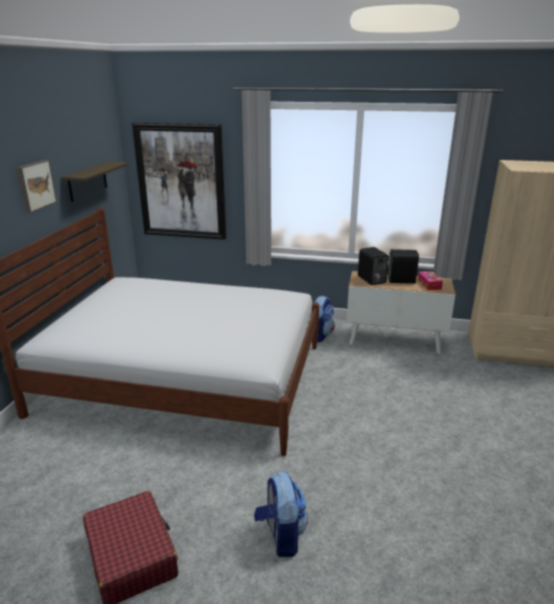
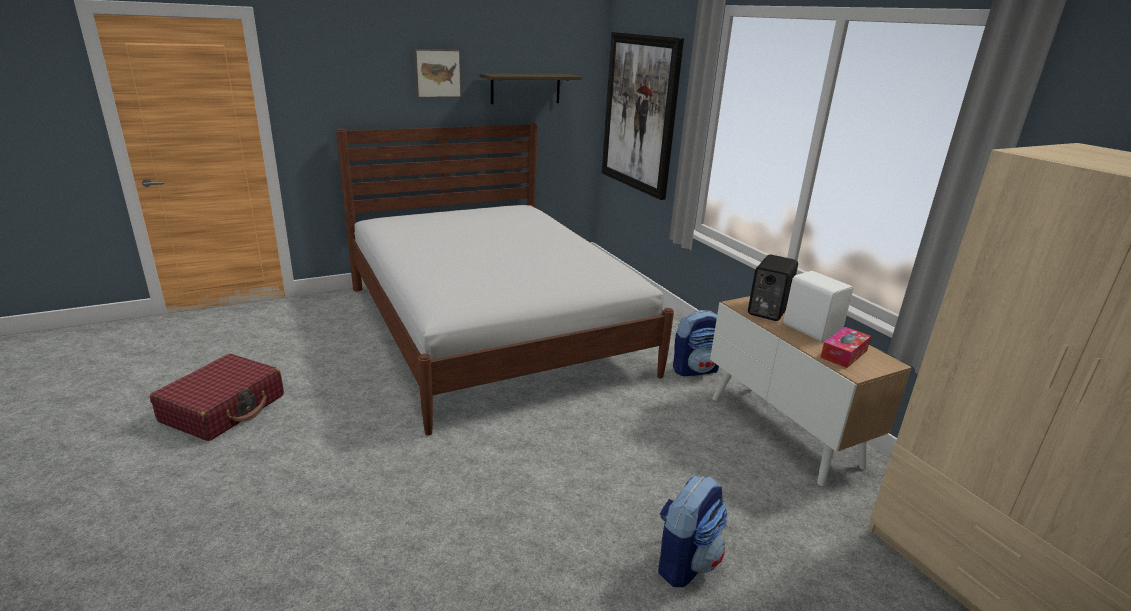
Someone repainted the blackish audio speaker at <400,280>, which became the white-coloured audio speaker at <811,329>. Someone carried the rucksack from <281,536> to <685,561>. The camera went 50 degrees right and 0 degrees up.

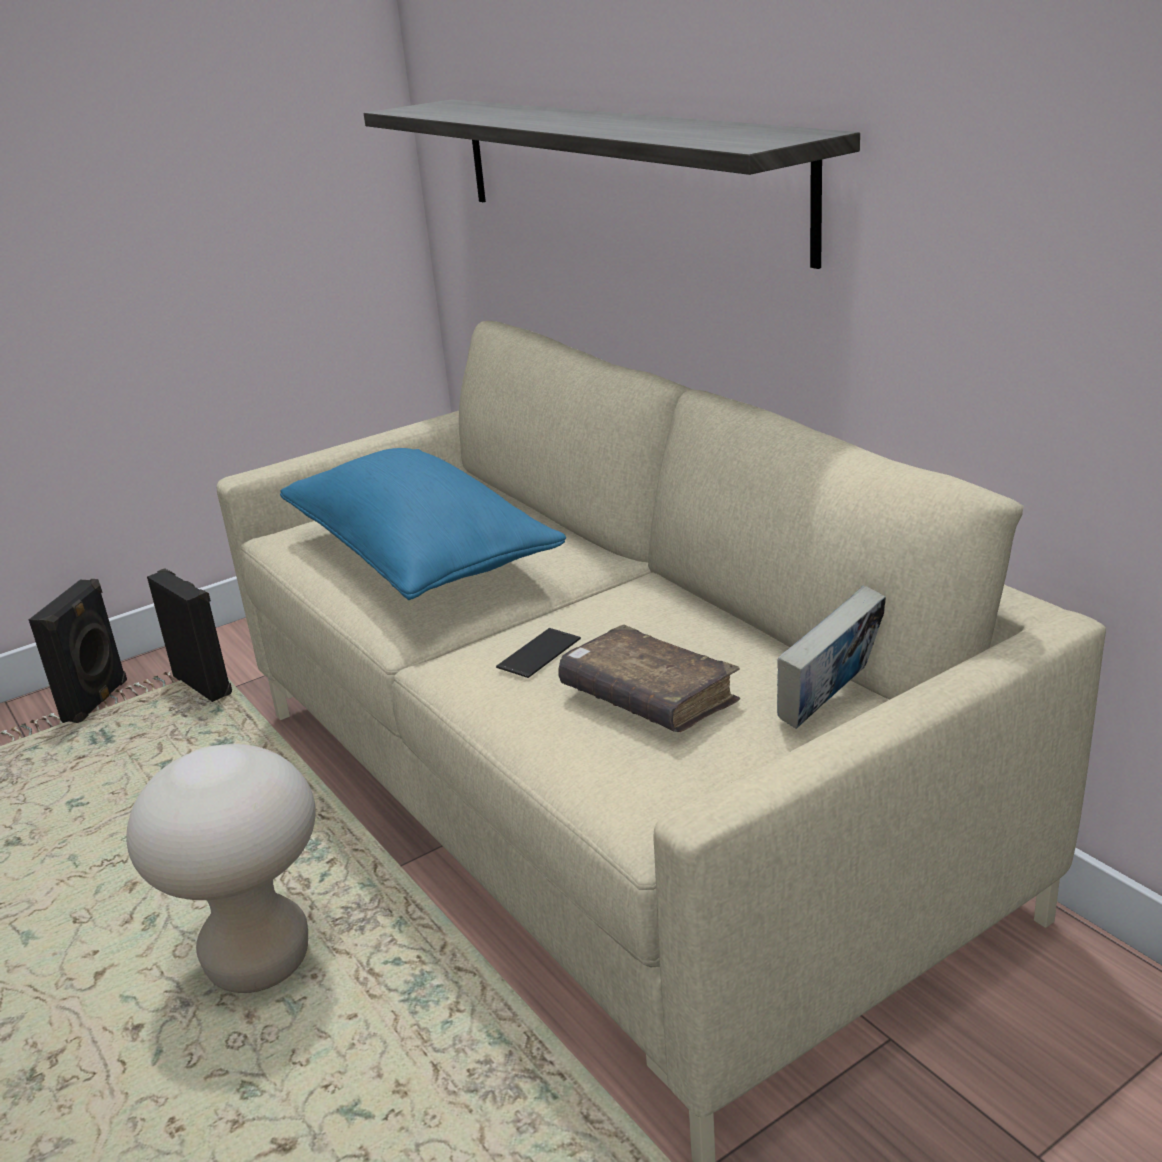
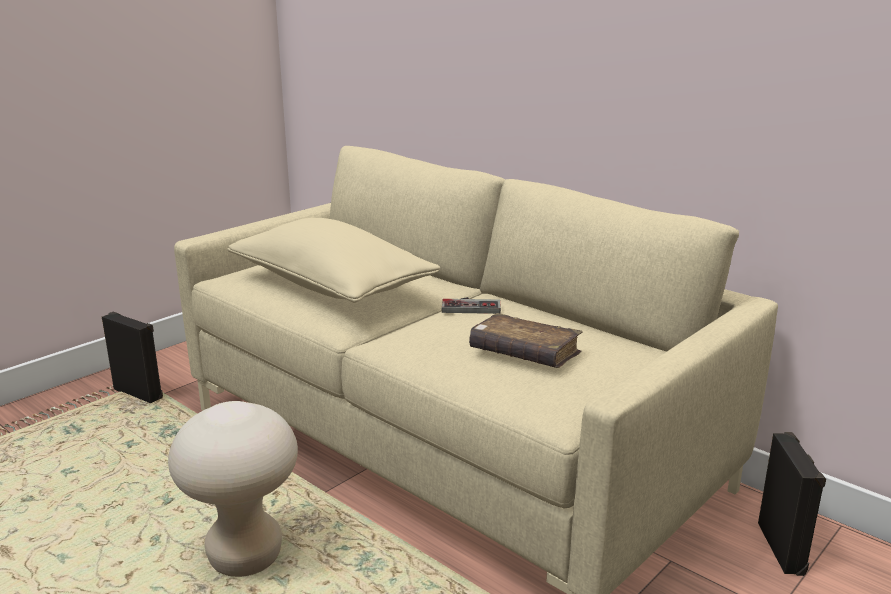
Someone took away the wall shelf at <619,171>. Someone repainted the bluish throw pillow at <420,557>, which became the beige throw pillow at <331,287>. Someone carried the blackish audio speaker from <97,701> to <783,548>. Someone took away the bound book at <830,704>. Someone took away the telephone at <539,653>. Someone put down the game controller at <471,306>. The camera went 15 degrees left and 5 degrees down.

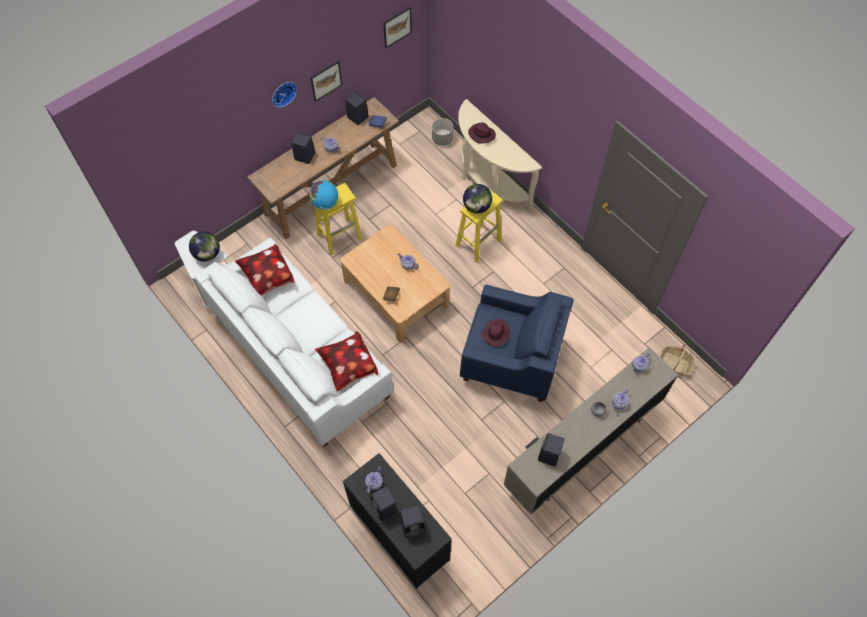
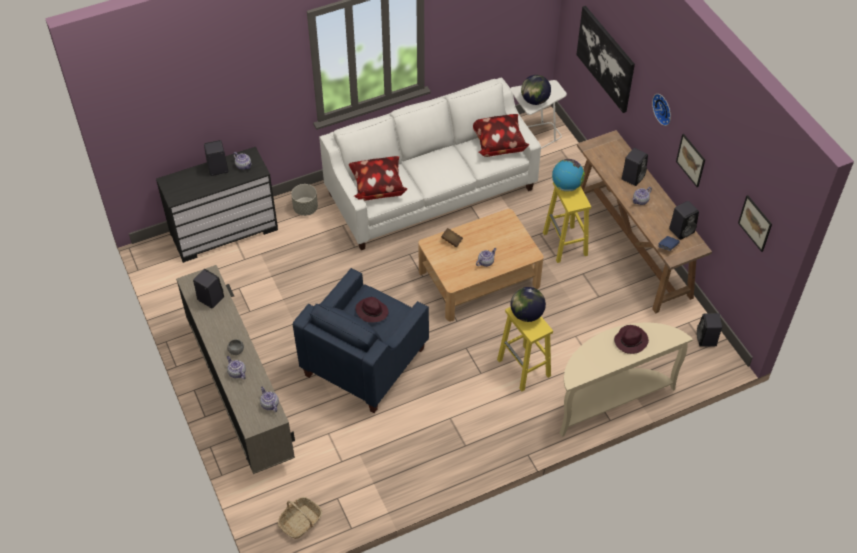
Someone carried the greyish plant pot from <442,139> to <305,208>. Someone carried the blackish audio speaker from <413,525> to <706,339>. Someone put up the wall picture at <606,58>. The camera went 105 degrees right and 10 degrees down.

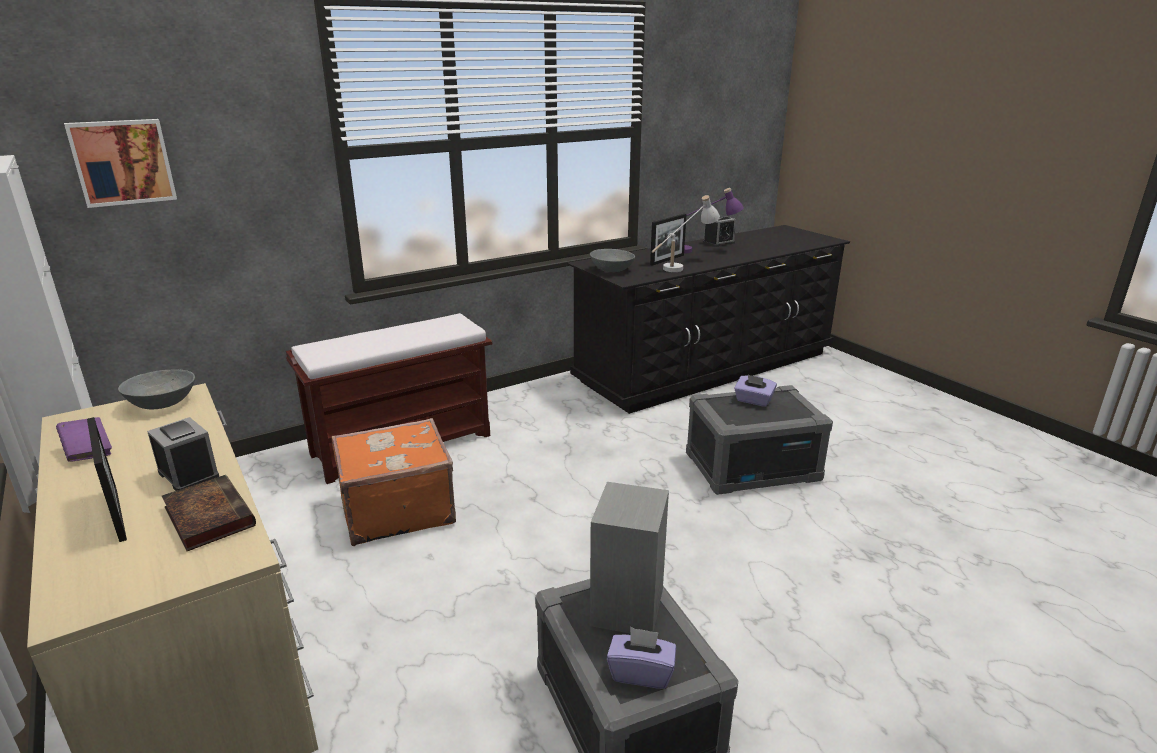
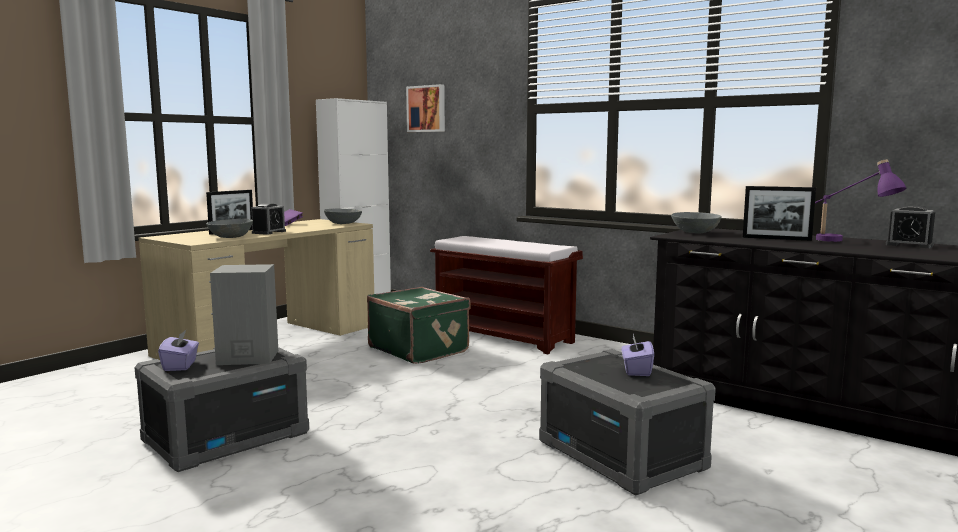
Someone took away the white-coloured table lamp at <683,266>. Someone repainted the orange piece of luggage at <396,509>, which became the greenish piece of luggage at <419,349>. Someone swapped the bound book at <207,516> for the greyish deep dish at <230,237>. The camera went 70 degrees right and 15 degrees down.

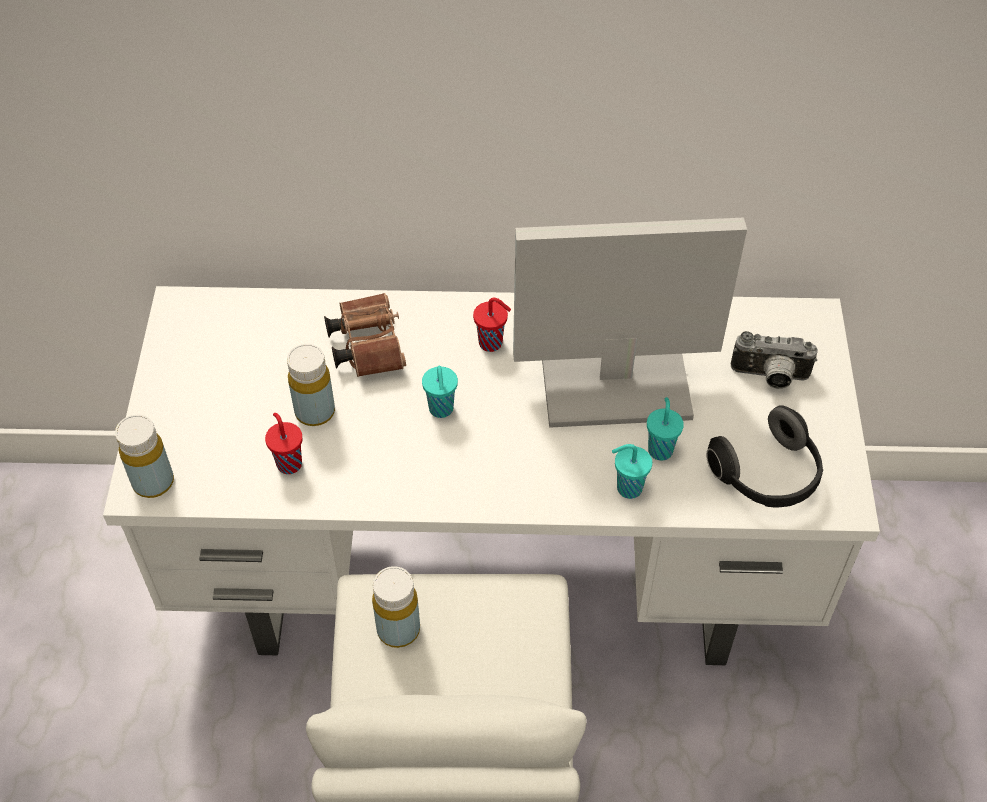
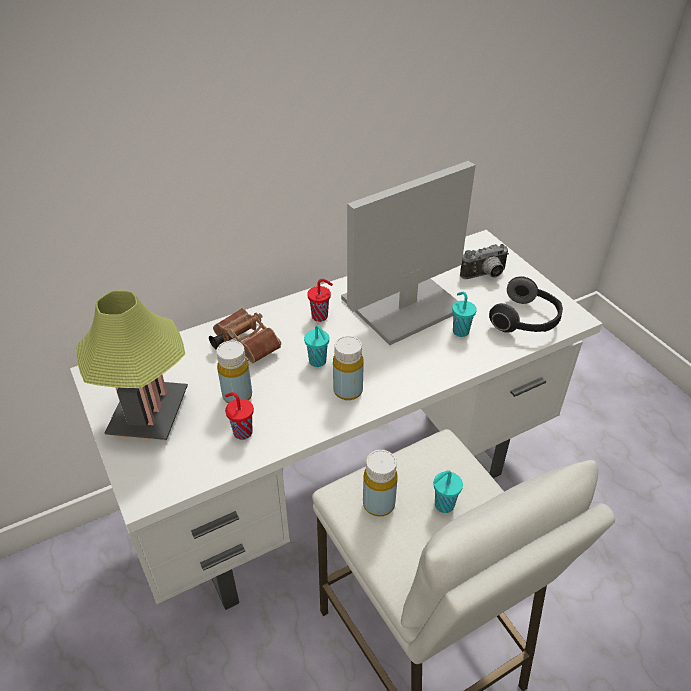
Someone carried the yellow-coloured bottle from <153,482> to <348,391>. Someone carried the turquoise-coloured small cup from <627,488> to <443,505>. Someone put down the table lamp at <149,414>. The camera went 30 degrees left and 10 degrees down.

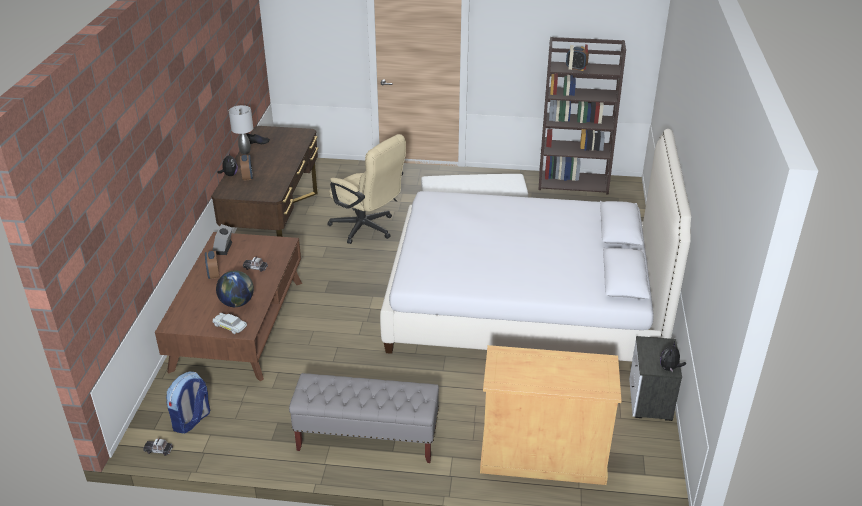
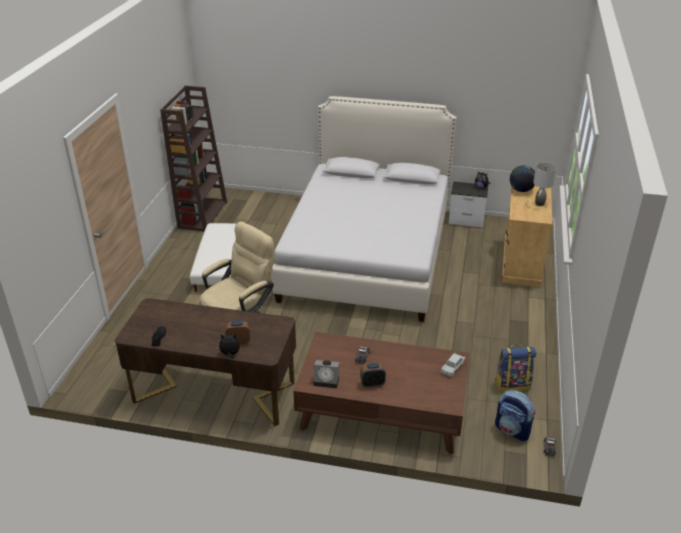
Someone carried the greyish table lamp from <245,151> to <539,203>. Someone carried the world globe from <237,303> to <521,190>. Someone took away the greyish long seat at <367,439>. Someone put down the rucksack at <512,384>. The camera went 85 degrees left and 0 degrees up.

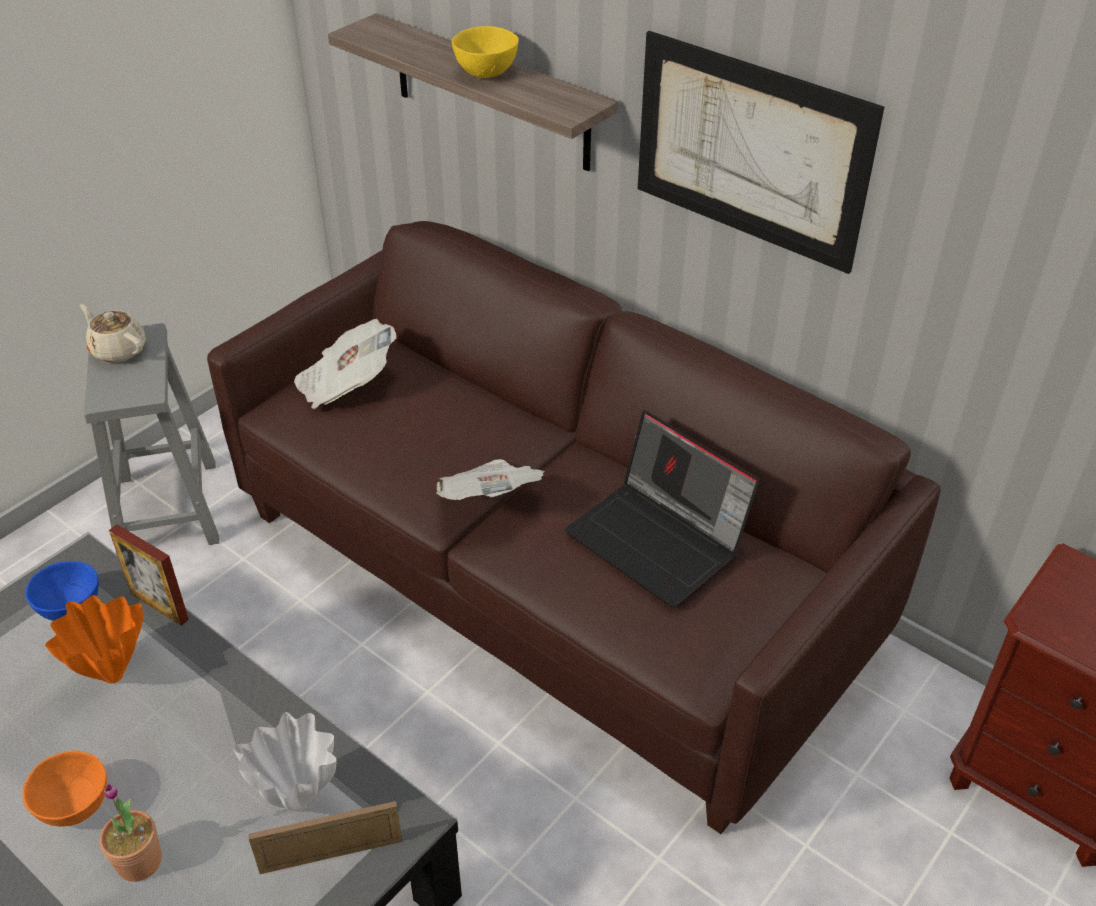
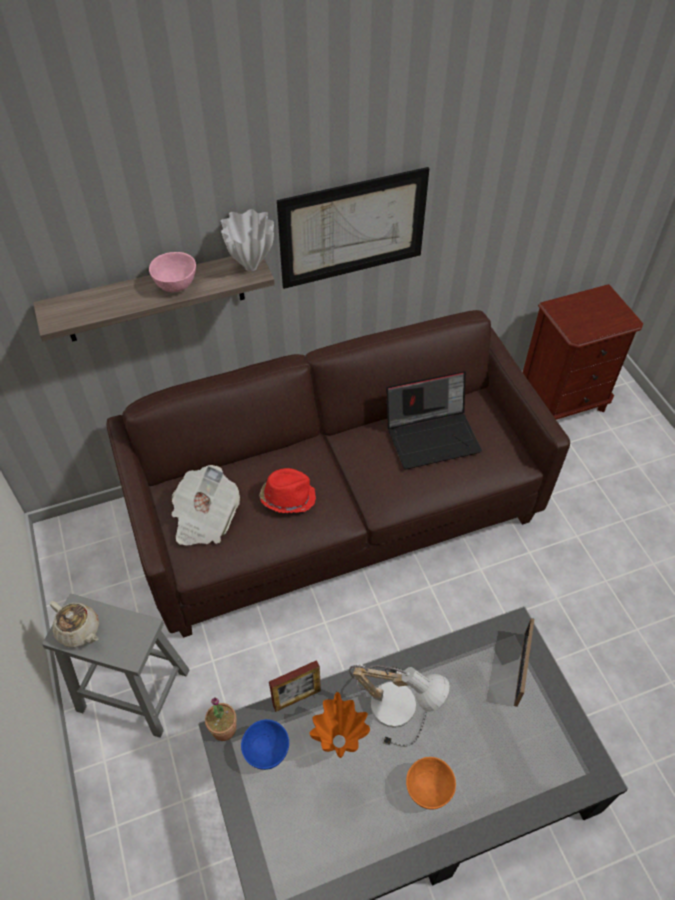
Someone repainted the yellow-coloured deep dish at <487,74>, which became the pink deep dish at <177,285>. Someone rotated the beige tea pot at <118,349> by 120 degrees counterclockwise. Someone took away the daily paper at <490,500>. Someone carried the white-coloured vase from <299,802> to <251,266>. Someone carried the potted plant from <139,861> to <223,728>. Someone put down the red hat at <287,497>. Someone put down the table lamp at <397,701>. The camera went 60 degrees left and 10 degrees up.

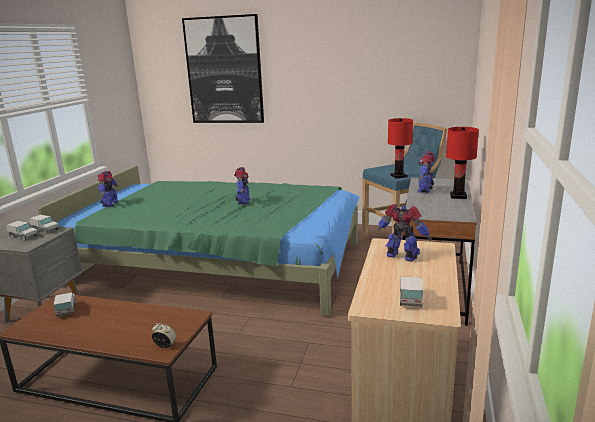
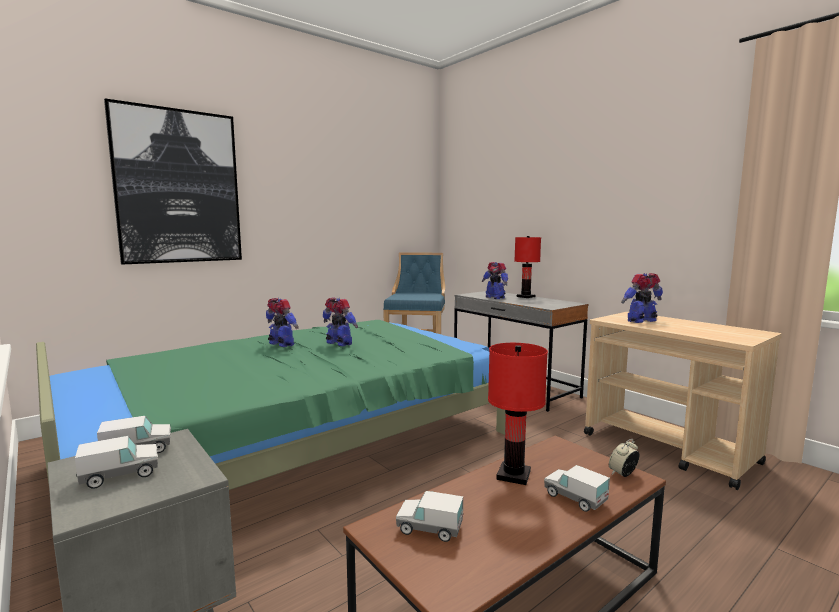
Someone carried the red table lamp from <399,176> to <513,475>. Someone carried the robot figure from <110,204> to <281,345>. Someone carried the toy lorry from <410,299> to <575,498>. The camera went 55 degrees left and 10 degrees down.

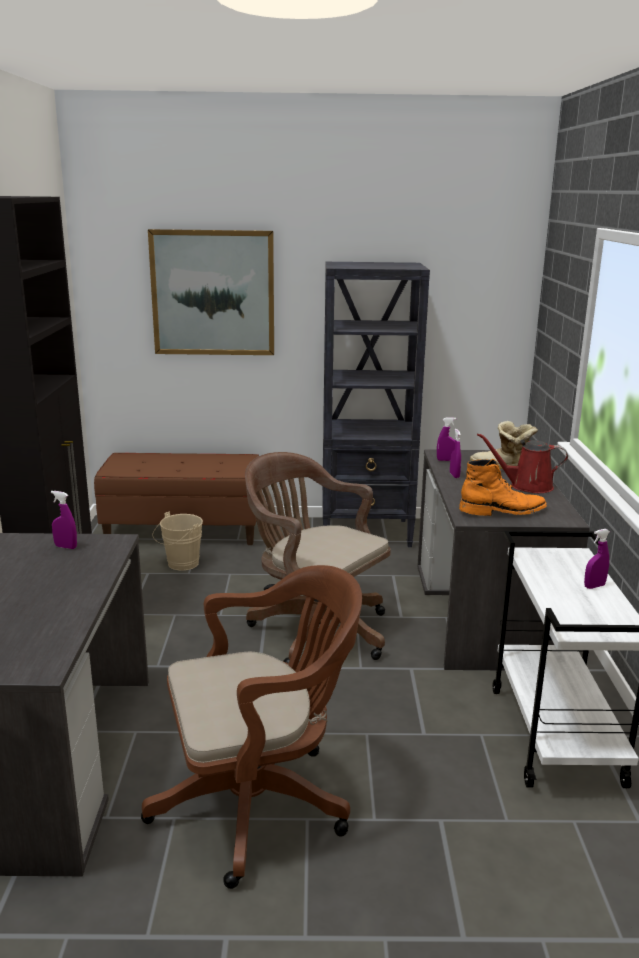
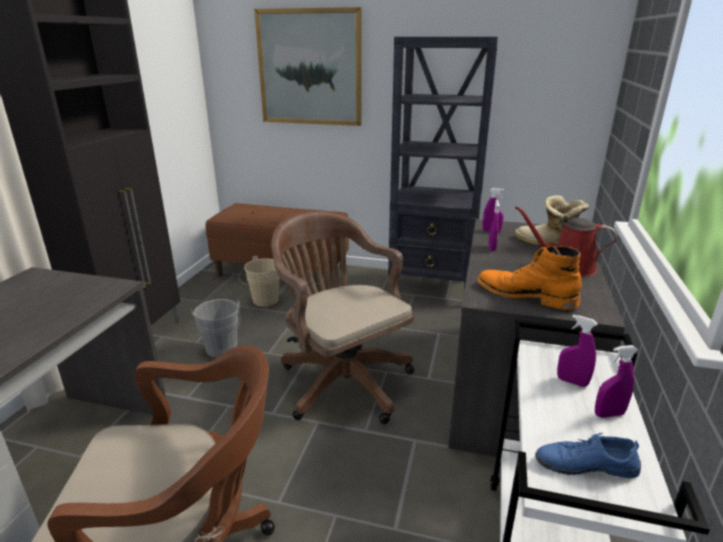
Someone rotated the orange high-top boot at <503,511> by 150 degrees counterclockwise. Someone carried the purple-coloured spray bottle from <66,547> to <572,382>. Someone put down the greyish pail at <222,350>. Someone put down the bluish low shoe at <585,465>. The camera went 15 degrees right and 5 degrees up.

